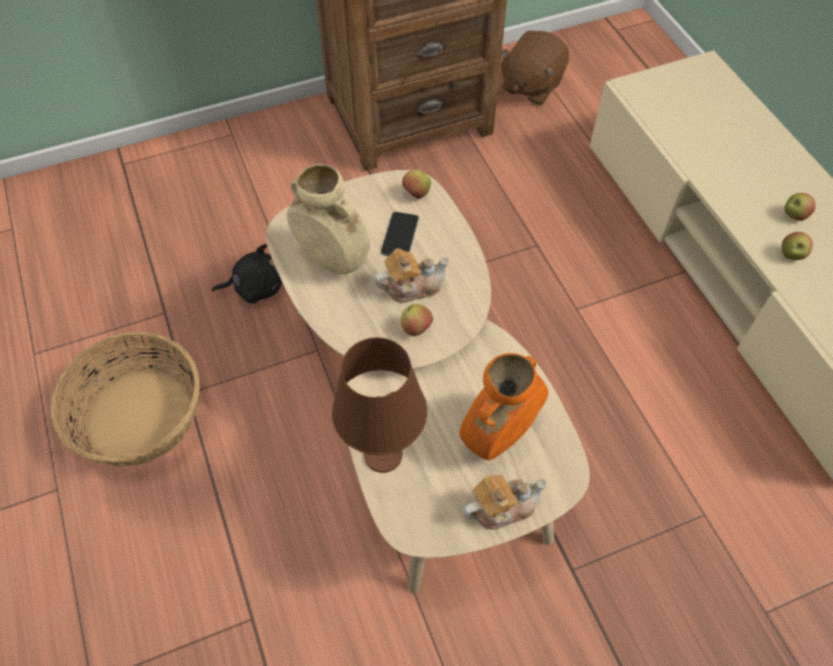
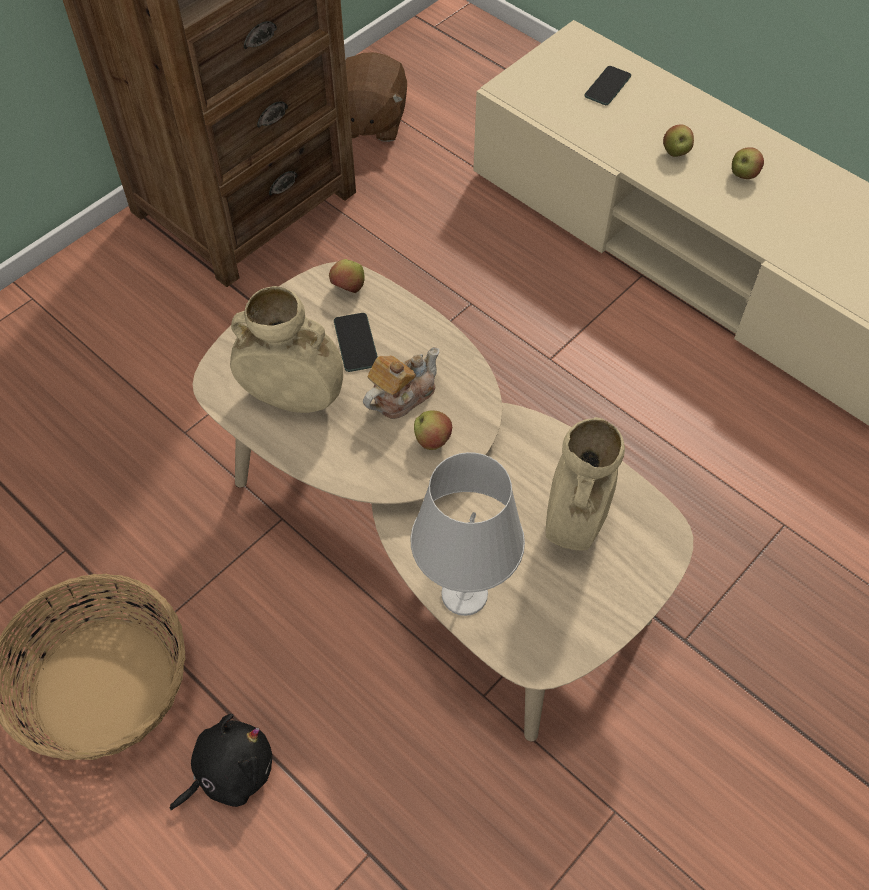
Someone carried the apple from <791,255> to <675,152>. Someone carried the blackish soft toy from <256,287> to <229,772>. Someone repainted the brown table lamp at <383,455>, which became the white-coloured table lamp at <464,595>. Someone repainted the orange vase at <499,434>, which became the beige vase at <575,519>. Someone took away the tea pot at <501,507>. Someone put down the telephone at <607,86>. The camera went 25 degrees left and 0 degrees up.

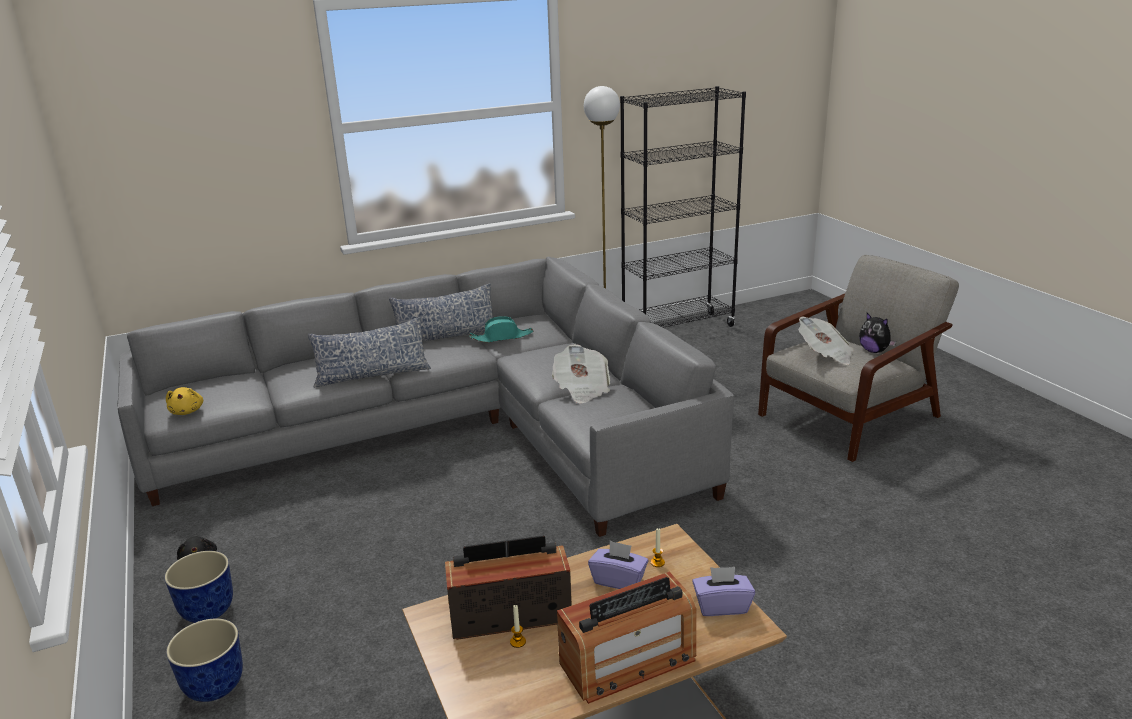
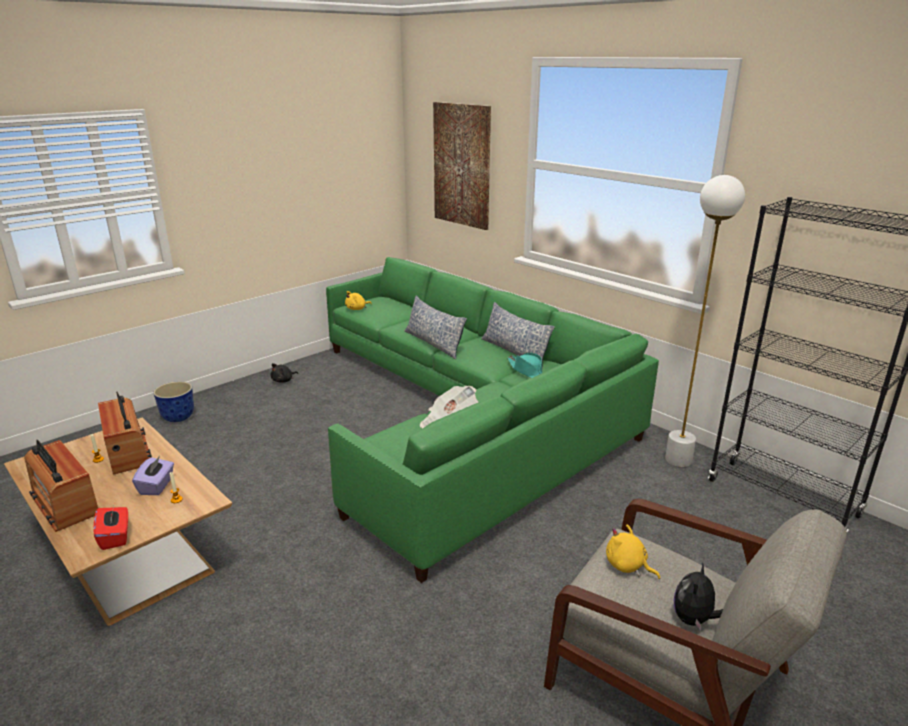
Someone repainted the greyish sofa at <452,431>, which became the greenish sofa at <466,418>. Someone swapped the daily paper at <825,355> for the yellow-coloured soft toy at <627,566>. Someone took away the plant pot at <207,611>. Someone repainted the purple-coloured tissue holder at <721,606>, which became the red tissue holder at <115,537>. Someone put up the wall picture at <462,165>. The camera went 70 degrees right and 0 degrees up.

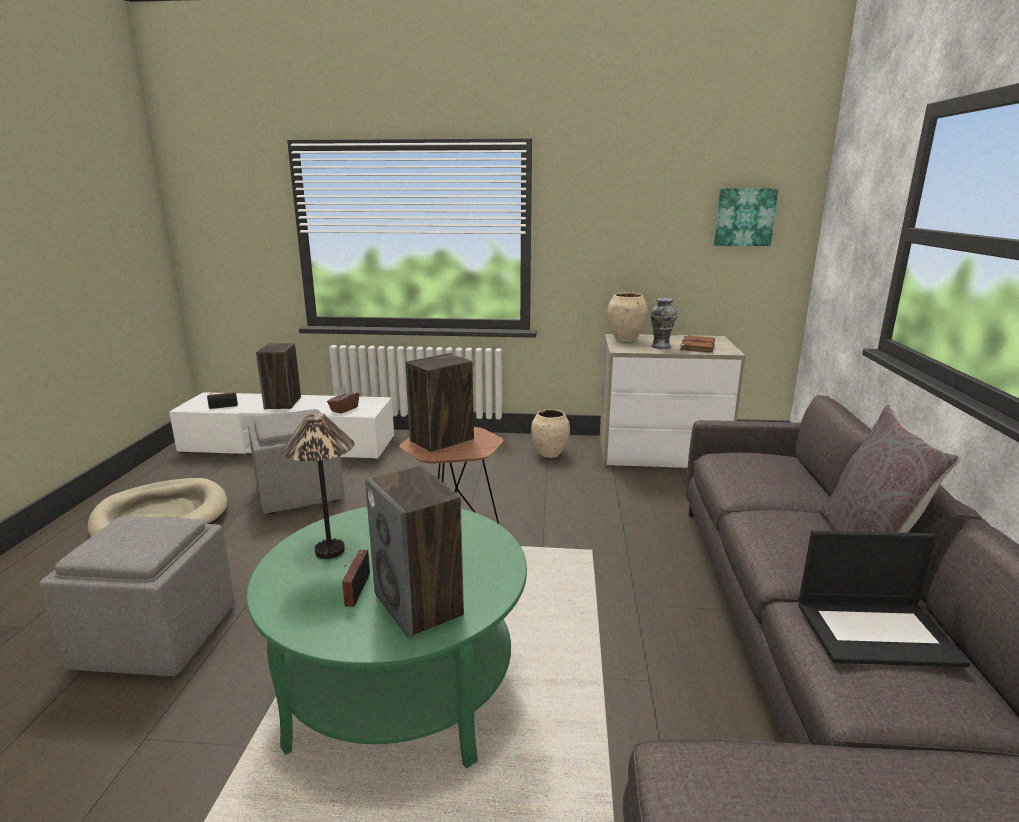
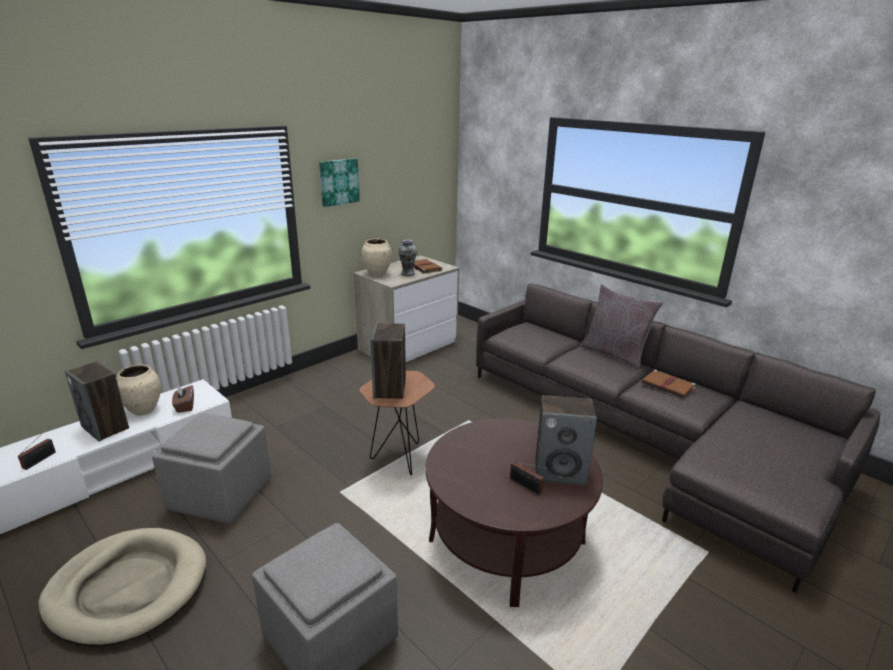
Someone carried the wall picture from <744,217> to <338,182>. Someone carried the beige vase from <549,454> to <143,410>. Someone took away the table lamp at <330,550>. Someone repainted the greenish lounge table at <400,687>, which became the brown lounge table at <507,541>. Someone swapped the portable computer at <877,632> for the brown bound book at <669,386>. The camera went 50 degrees left and 5 degrees up.

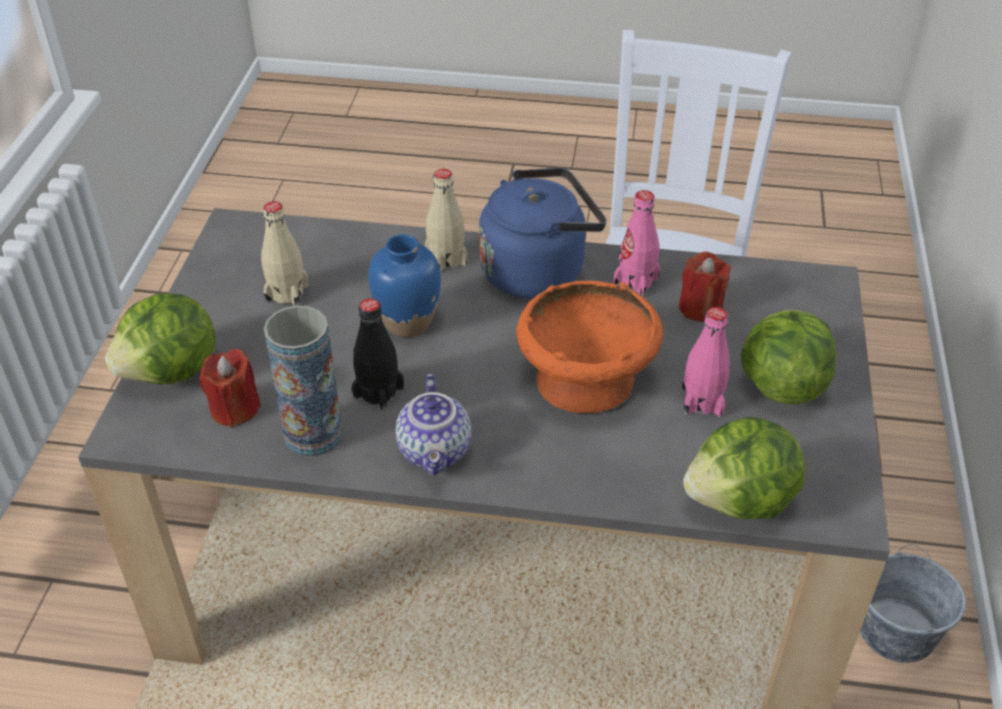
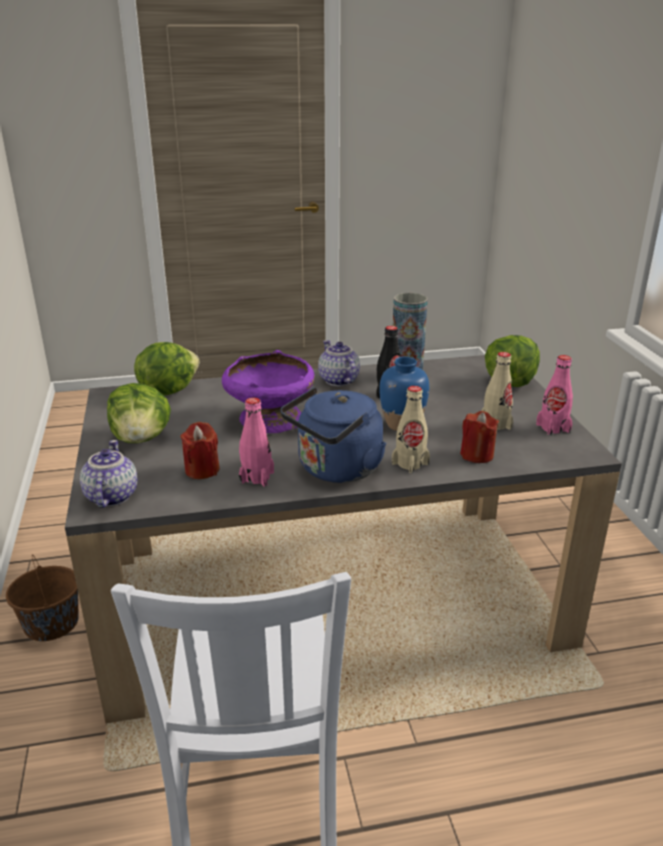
Someone repainted the orange deep dish at <585,382>, which became the purple-coloured deep dish at <270,418>. Someone carried the pink bottle from <702,401> to <553,428>. Someone carried the red wax light from <234,409> to <477,455>. Someone repainted the greyish pail at <896,630>, which became the brown pail at <51,623>. Someone put down the tea pot at <110,496>. The camera went 160 degrees right and 15 degrees down.

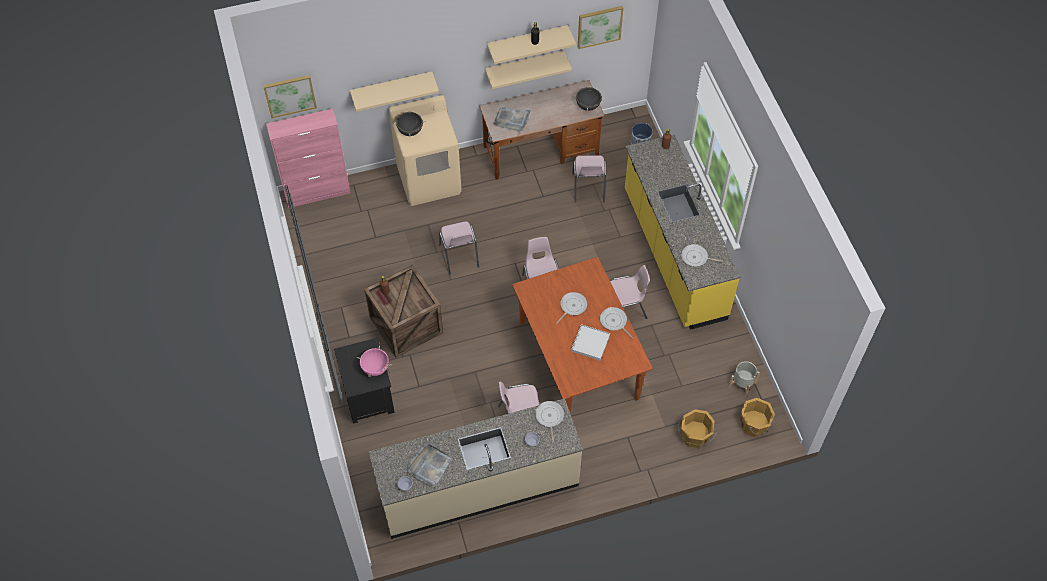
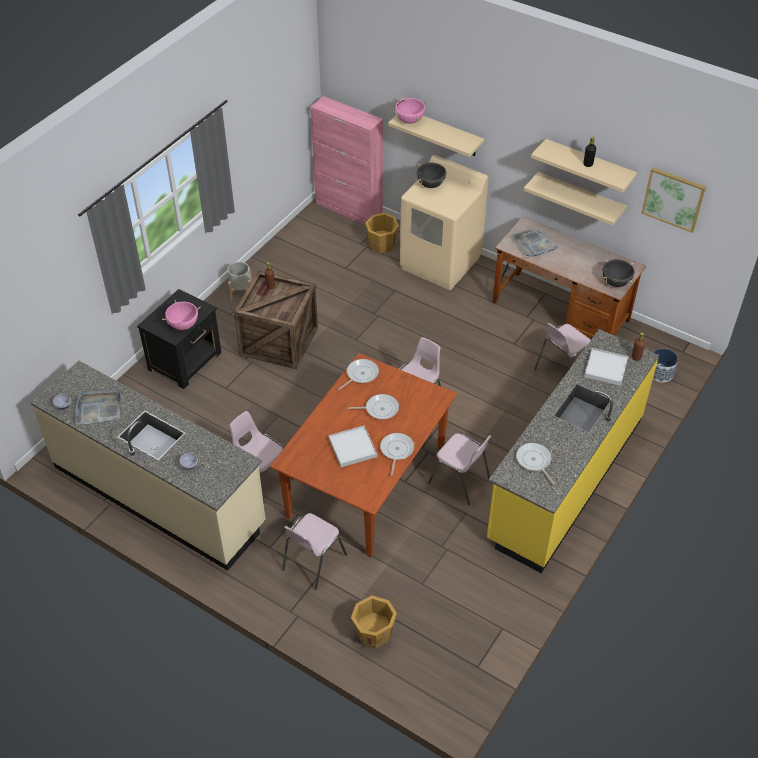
Someone took away the wall picture at <290,95>. Someone carried the pink chair from <459,256> to <313,562>. Someone carried the greyish plant pot from <742,384> to <241,291>. Someone carried the orange pail from <754,425> to <381,244>. Someone carried the frying pan from <549,417> to <360,374>. Someone put down the pink cooking pot at <409,120>. Someone put down the white-coloured serving tray at <606,368>. The camera went 50 degrees right and 10 degrees down.

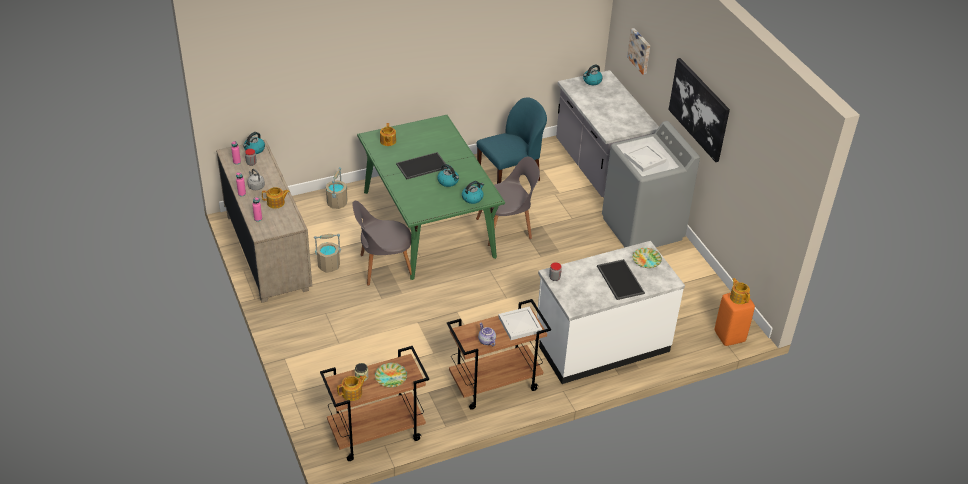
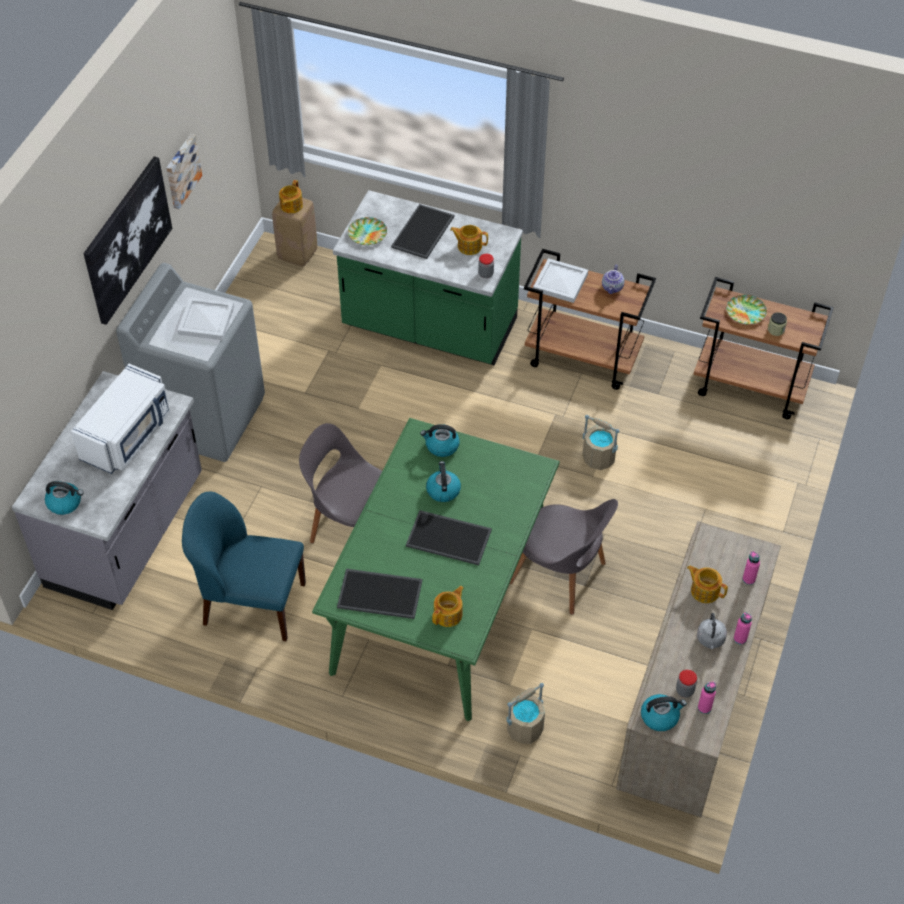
Someone carried the wall picture from <640,50> to <181,170>. Someone carried the beige pail from <329,265> to <598,458>. Someone repainted the white-coloured counter at <601,344>, which became the greenish counter at <429,326>. Someone repainted the orange sitting stool at <730,337>, which became the beige sitting stool at <297,253>. Someone carried the tea pot from <352,393> to <469,246>. Someone put down the white-coloured kitchen microwave at <128,436>. Someone put down the serving tray at <381,593>. The camera went 135 degrees left and 10 degrees up.

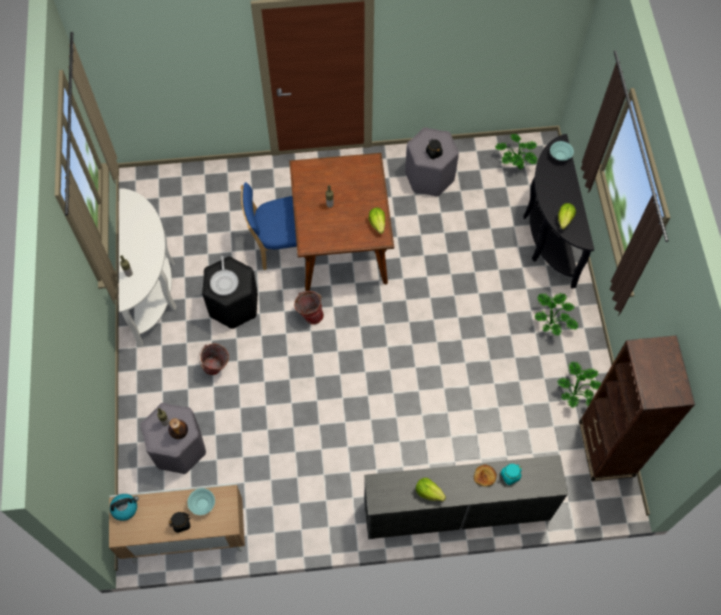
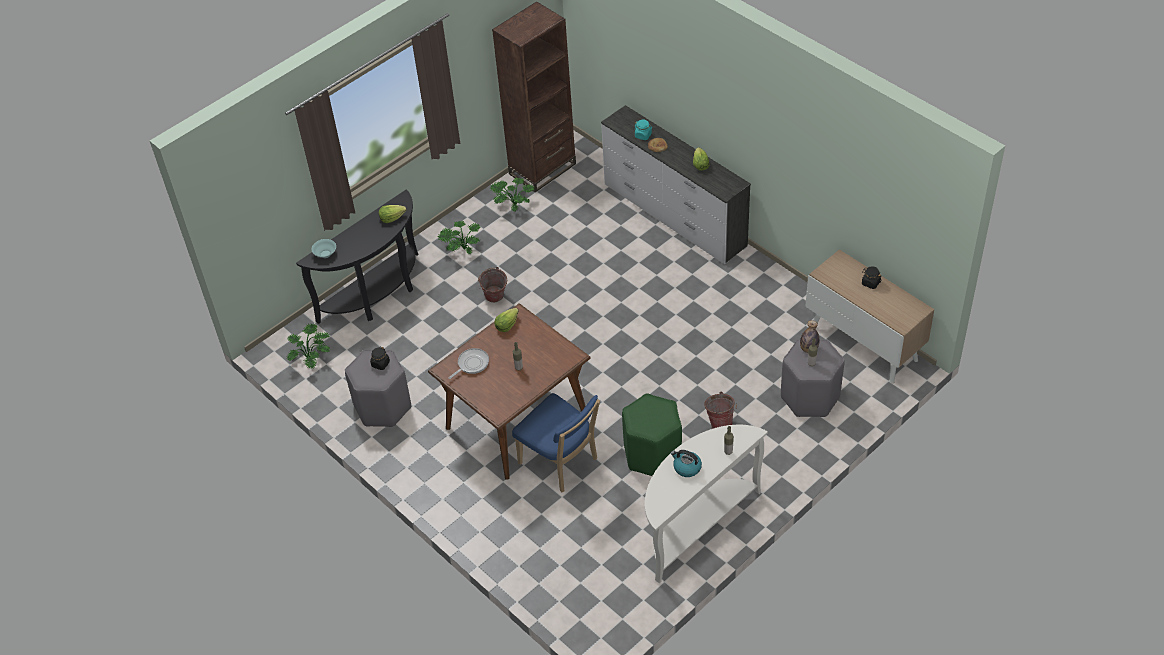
Someone repainted the blackish sitting stool at <234,305>, which became the greenish sitting stool at <651,454>. Someone carried the frying pan from <224,282> to <471,364>. Someone carried the pail from <310,314> to <494,299>. Someone took away the turquoise-coloured deep dish at <202,504>. Someone carried the kettle from <125,508> to <686,468>. The camera went 125 degrees left and 15 degrees down.

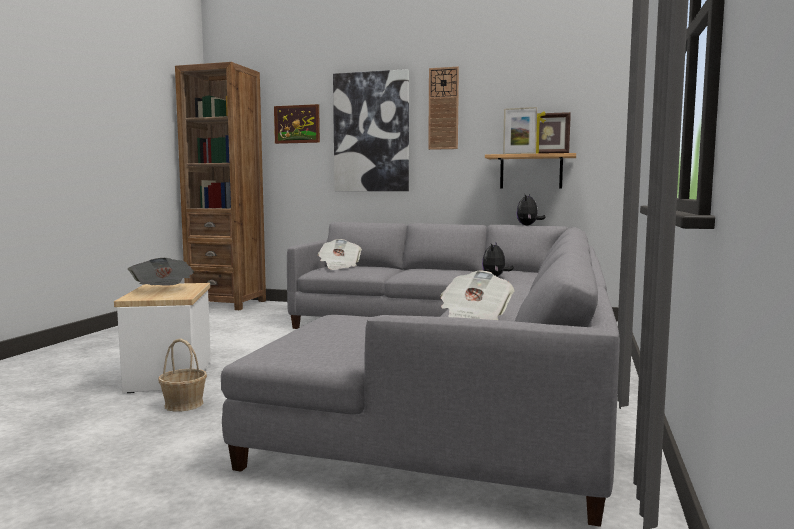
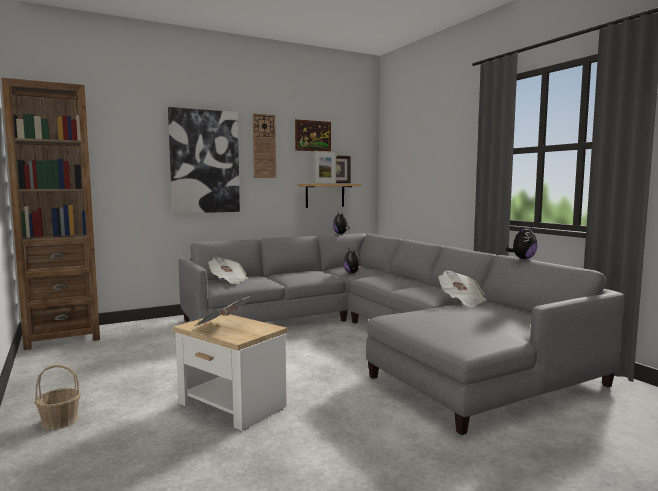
Someone carried the wall picture from <297,124> to <312,136>. Someone carried the household basket from <184,404> to <59,421>. Someone put down the soft toy at <522,258>. The camera went 45 degrees left and 0 degrees up.

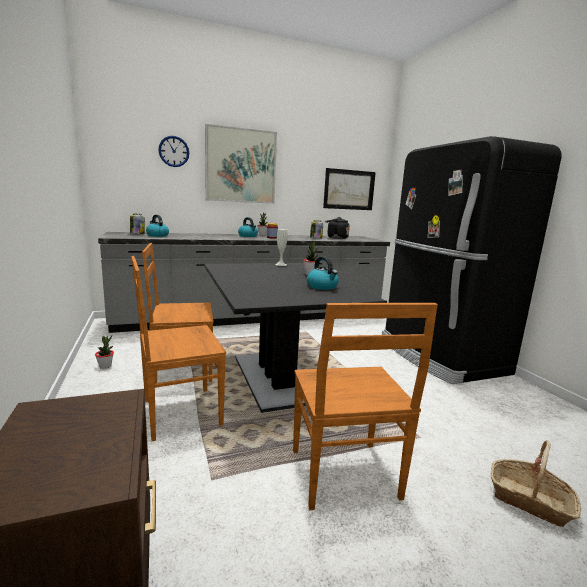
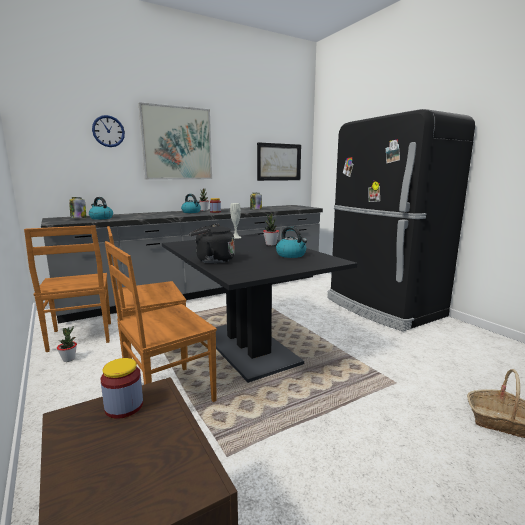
Someone carried the blackish kettle from <335,238> to <212,260>. Someone carried the brown chair from <344,476> to <80,337>. Someone put down the storage jar at <124,406>. The camera went 10 degrees left and 0 degrees up.

